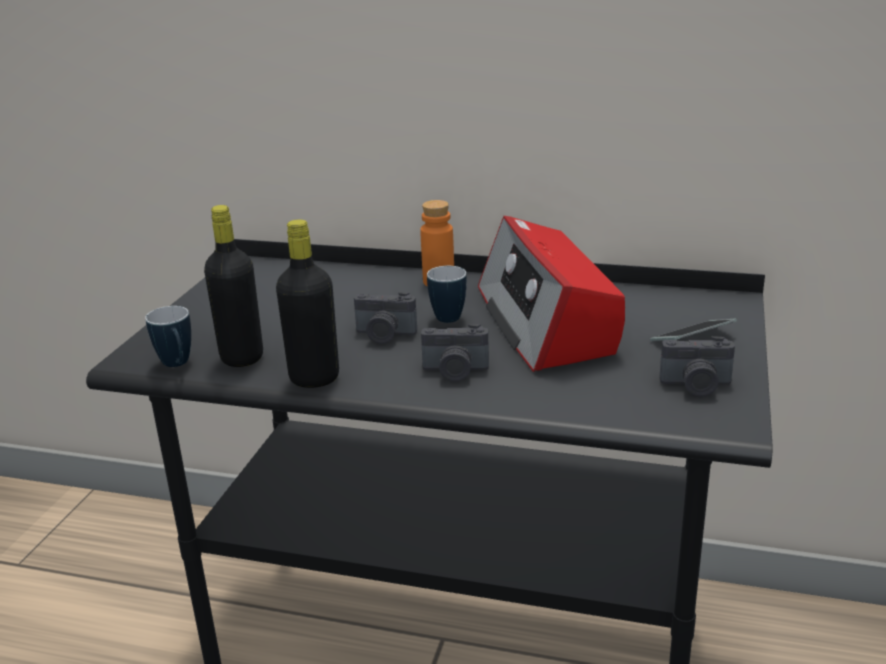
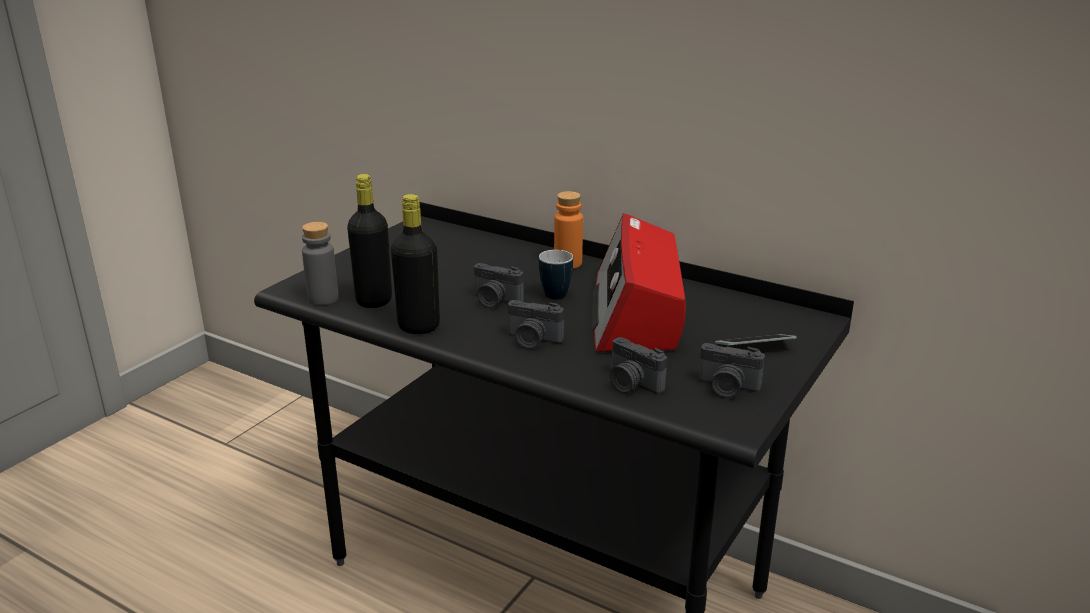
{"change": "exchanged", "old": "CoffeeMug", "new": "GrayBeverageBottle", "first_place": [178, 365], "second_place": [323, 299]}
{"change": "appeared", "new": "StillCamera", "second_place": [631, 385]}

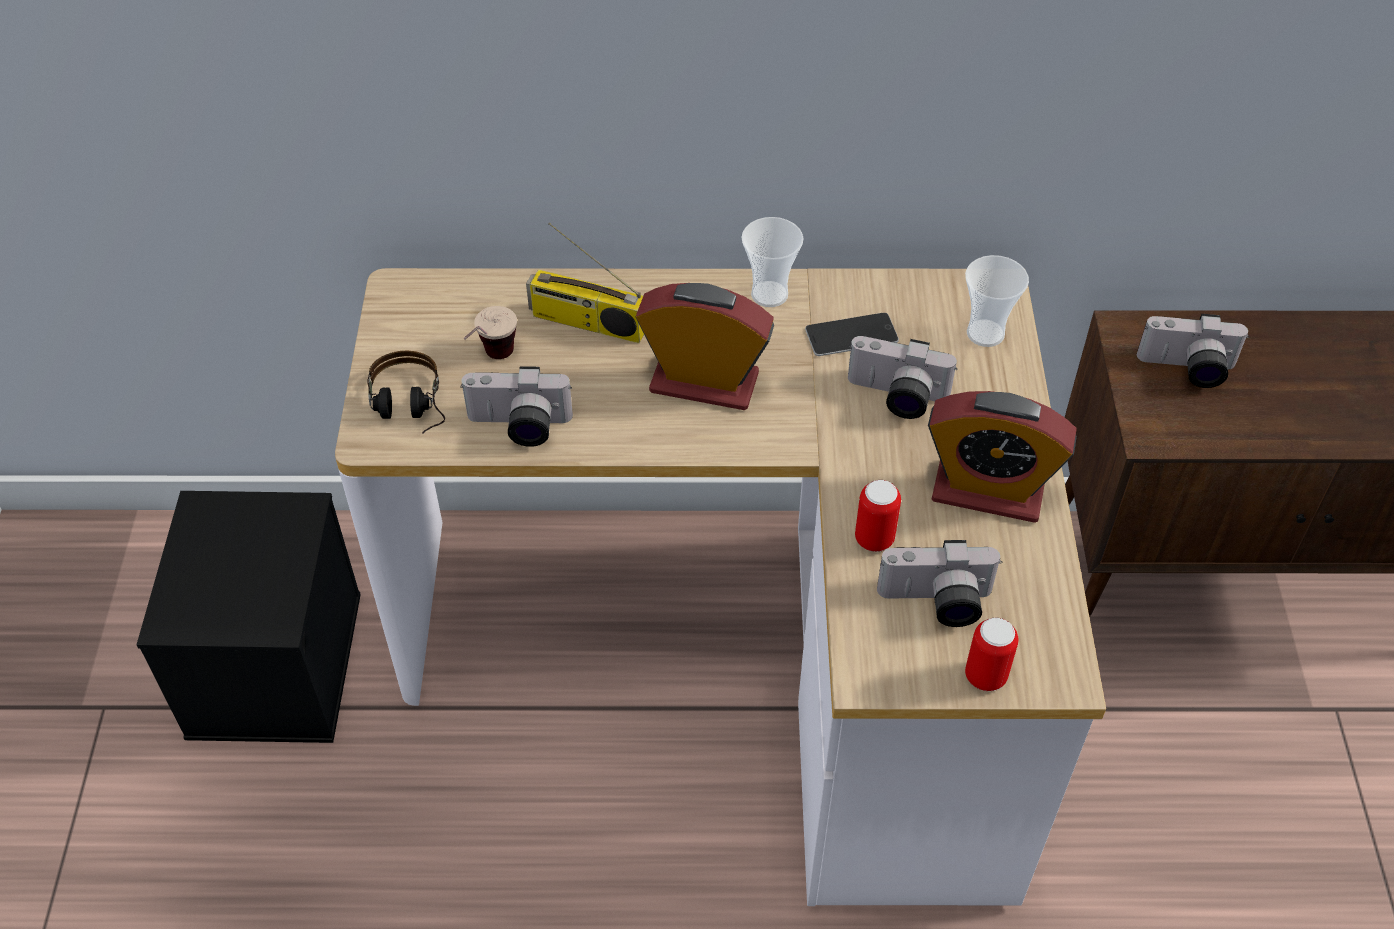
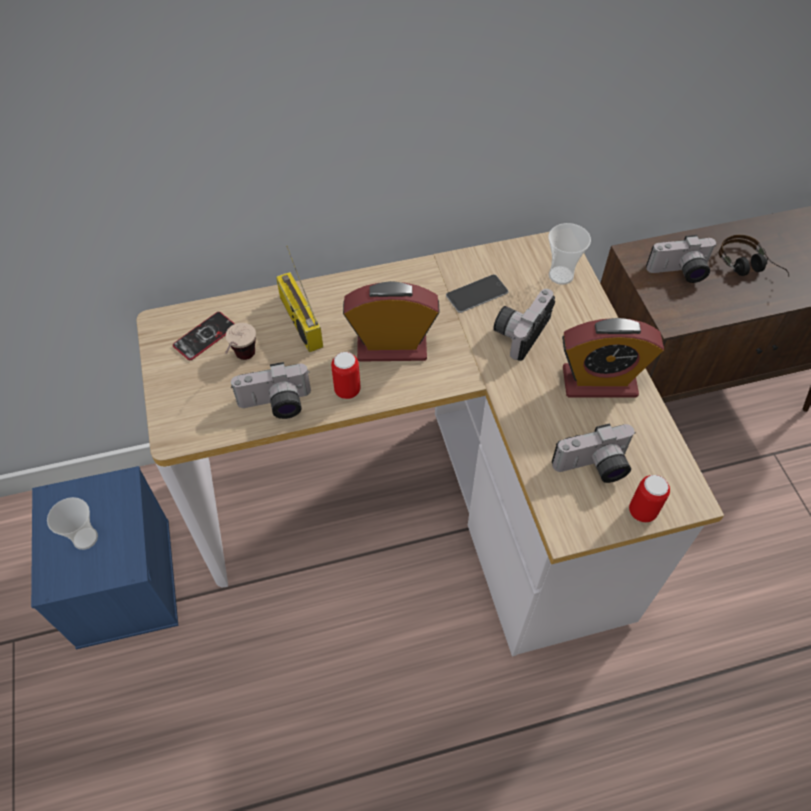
{"change": "relocated", "old": "DrinkingCup", "first_place": [769, 294], "second_place": [85, 538]}
{"change": "spun", "old": "RadioSet", "first_place": [586, 323], "second_place": [299, 321], "degrees": 60}
{"change": "spun", "old": "StillCamera", "first_place": [895, 397], "second_place": [519, 331], "degrees": 120}
{"change": "relocated", "old": "Headset", "first_place": [409, 411], "second_place": [749, 269]}
{"change": "relocated", "old": "MetalCan", "first_place": [874, 539], "second_place": [347, 390]}
{"change": "colour", "old": "BlackishStorageContainer", "new": "BlueStorageContainer", "first_place": [273, 662], "second_place": [122, 580]}
{"change": "appeared", "new": "Handset", "second_place": [205, 336]}

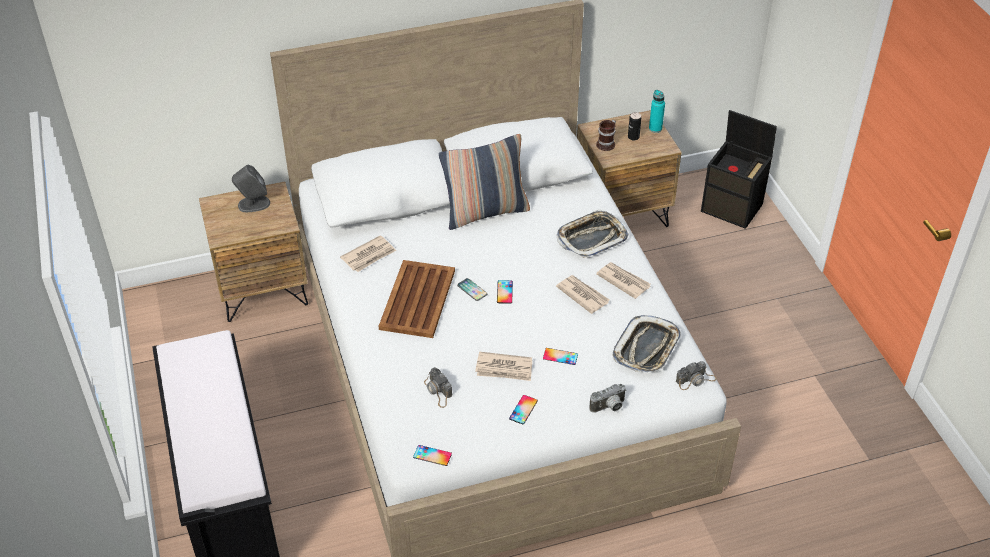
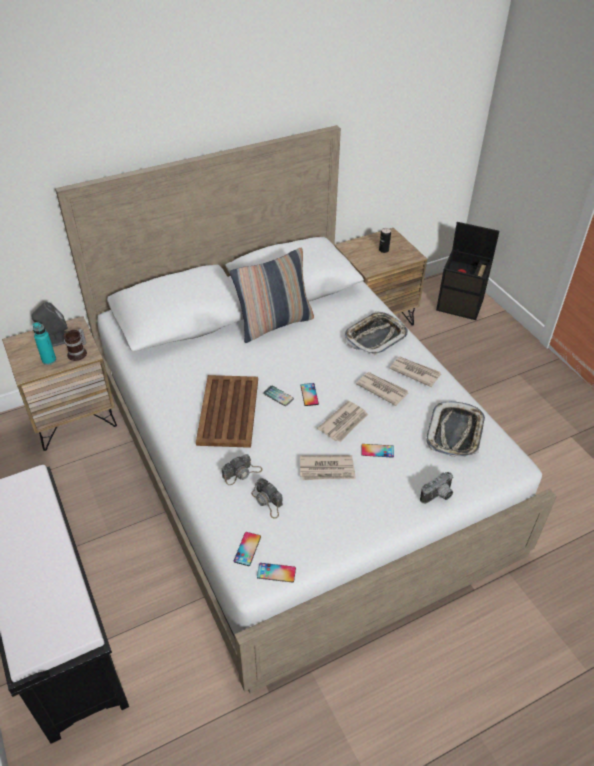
{"change": "relocated", "old": "BlueGreenBeverageBottle", "first_place": [655, 128], "second_place": [49, 360]}
{"change": "relocated", "old": "CoffeeMug", "first_place": [607, 144], "second_place": [79, 353]}
{"change": "relocated", "old": "DailyPaper", "first_place": [369, 256], "second_place": [344, 423]}
{"change": "relocated", "old": "StillCamera", "first_place": [695, 380], "second_place": [242, 473]}
{"change": "relocated", "old": "Handset", "first_place": [523, 409], "second_place": [247, 549]}

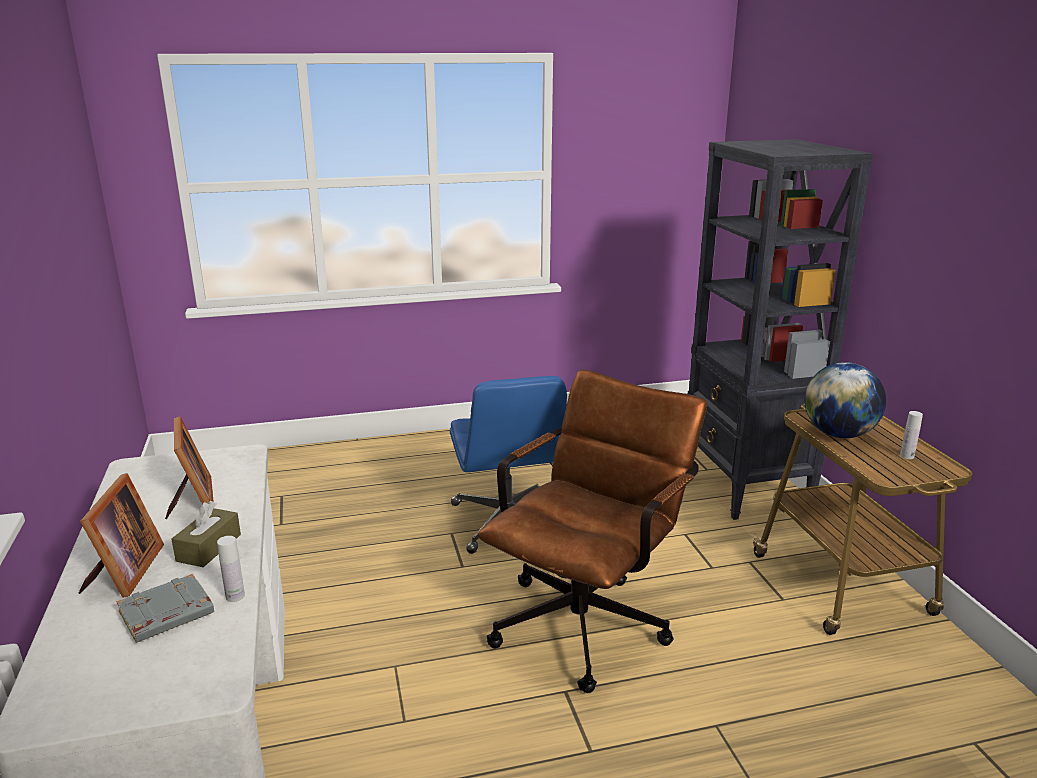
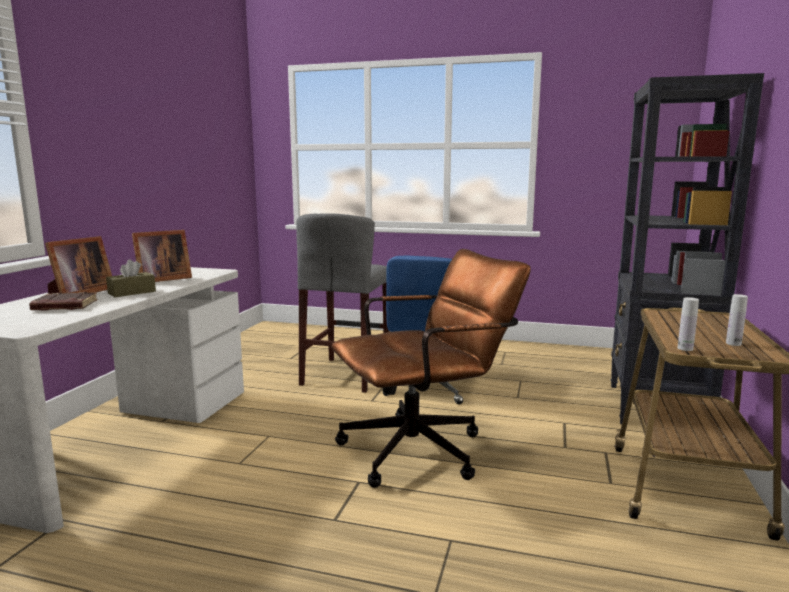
{"change": "missing", "old": "Globe", "first_place": [838, 434]}
{"change": "spun", "old": "PictureFrame", "first_place": [192, 500], "second_place": [161, 279], "degrees": 45}
{"change": "relocated", "old": "WhitishBeverageBottle", "first_place": [235, 596], "second_place": [685, 348]}
{"change": "colour", "old": "GrayBoundBook", "new": "BrownBoundBook", "first_place": [166, 615], "second_place": [64, 306]}
{"change": "appeared", "new": "GraySittingStool", "second_place": [347, 374]}

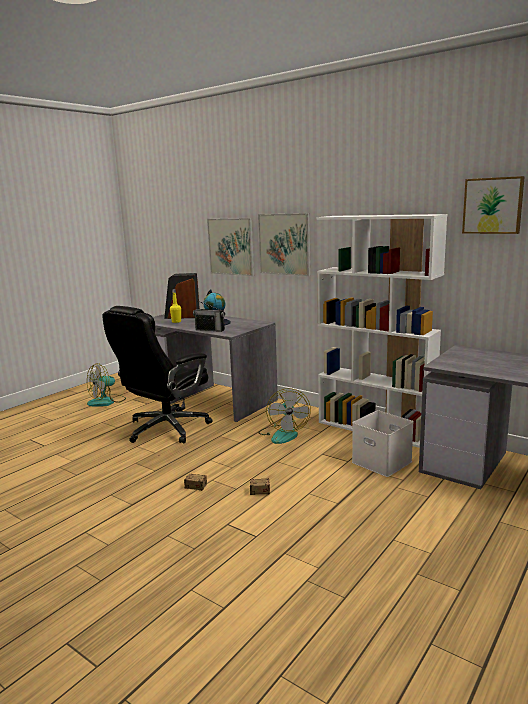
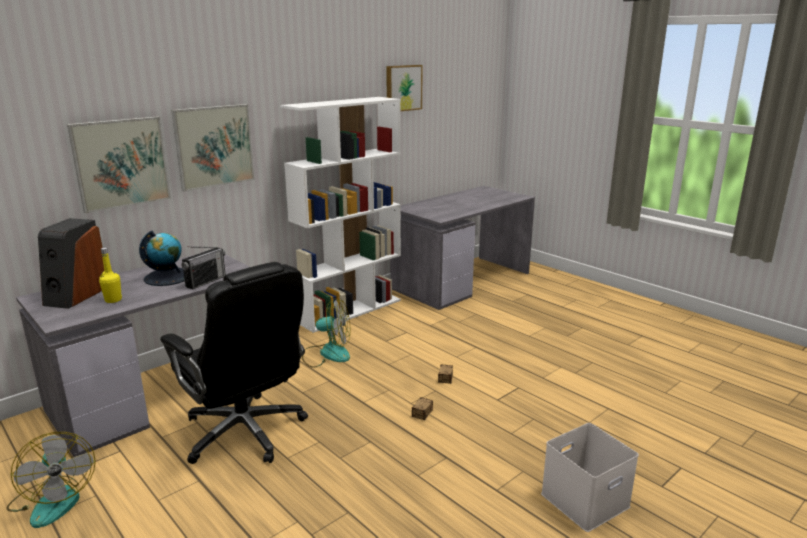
{"change": "relocated", "old": "WhitishStorageContainer", "first_place": [380, 462], "second_place": [585, 501]}

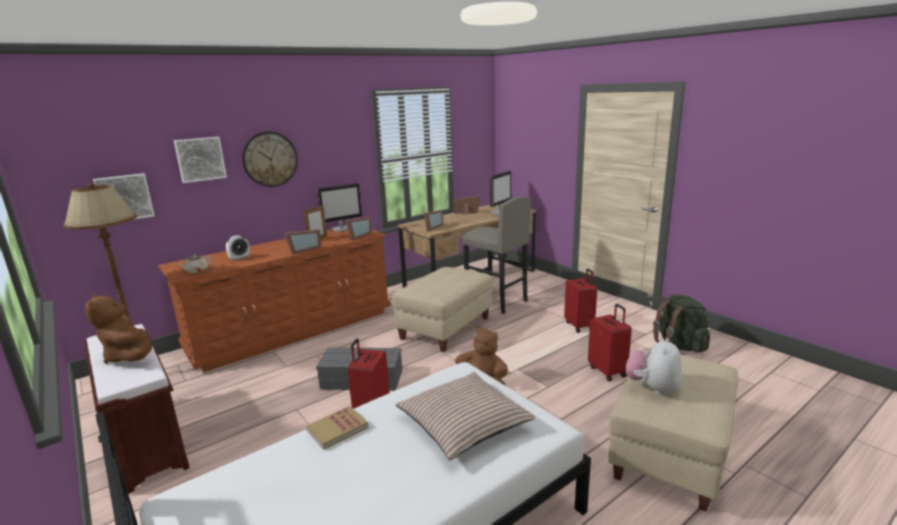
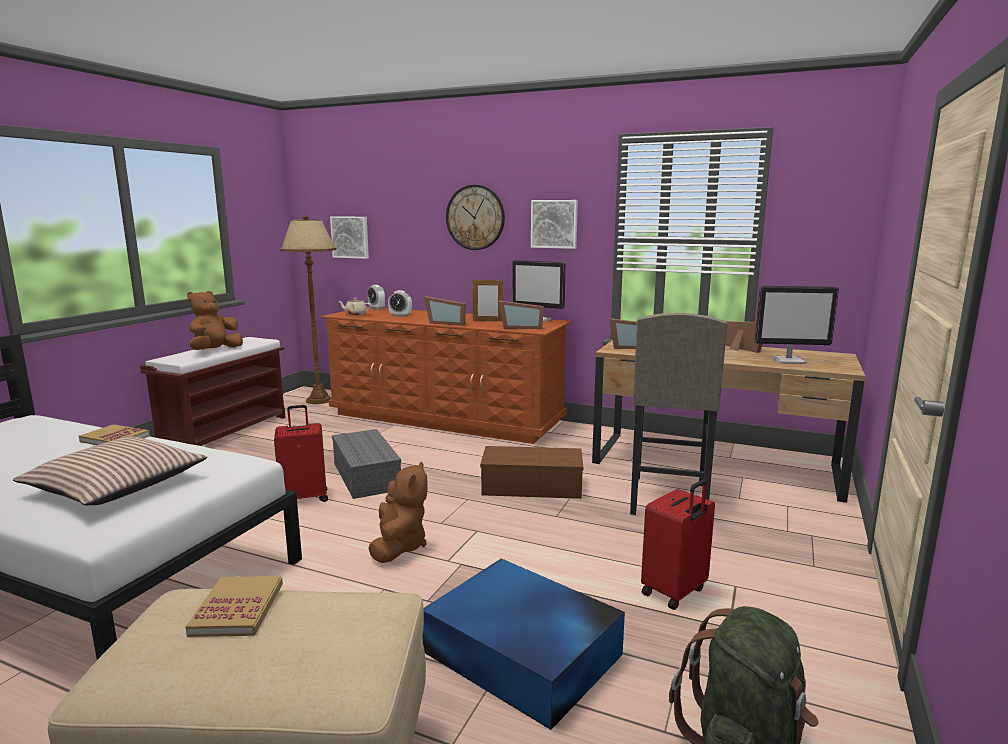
{"change": "relocated", "old": "Picture", "first_place": [200, 159], "second_place": [554, 224]}
{"change": "exchanged", "old": "BeigeColouredFootrest", "new": "BrownStorageContainer", "first_place": [444, 328], "second_place": [533, 486]}
{"change": "exchanged", "old": "ReddishPieceOfLuggage", "new": "BlueStorageContainer", "first_place": [608, 371], "second_place": [523, 655]}
{"change": "exchanged", "old": "CuddlyToy", "new": "BoundBook", "first_place": [652, 388], "second_place": [237, 609]}
{"change": "appeared", "new": "AlarmClock", "second_place": [376, 308]}

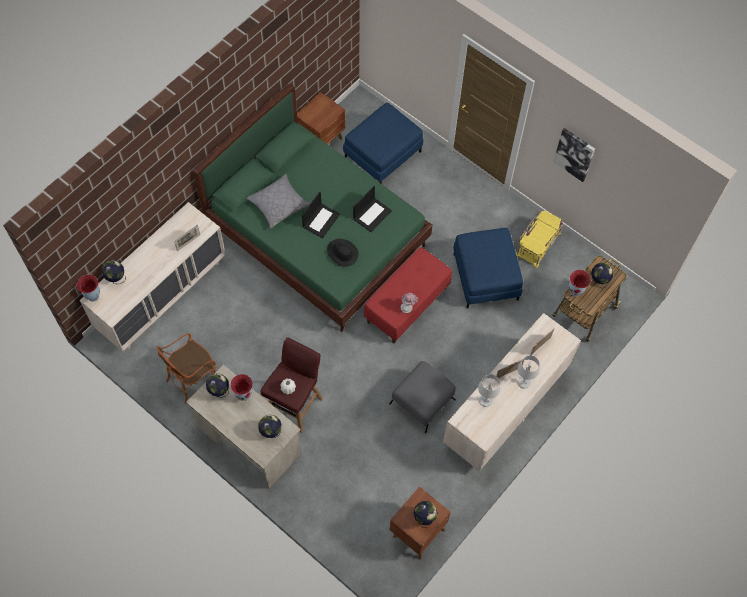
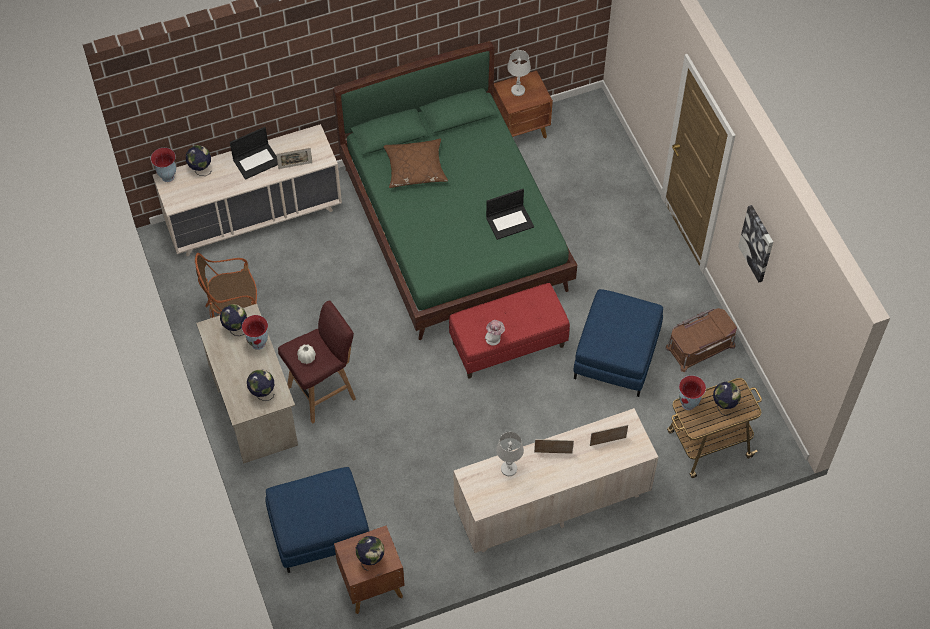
{"change": "relocated", "old": "BlueFootrest", "first_place": [383, 154], "second_place": [320, 529]}
{"change": "colour", "old": "GrayCushion", "new": "BrownCushion", "first_place": [278, 204], "second_place": [415, 168]}
{"change": "relocated", "old": "PortableComputer", "first_place": [321, 220], "second_place": [257, 161]}
{"change": "colour", "old": "YellowColouredStorageContainer", "new": "BrownStorageContainer", "first_place": [537, 243], "second_place": [700, 346]}
{"change": "missing", "old": "BlackishClothingHat", "first_place": [342, 253]}
{"change": "relocated", "old": "WhitishTabletopLamp", "first_place": [524, 382], "second_place": [518, 90]}
{"change": "missing", "old": "GrayFootrest", "first_place": [422, 401]}

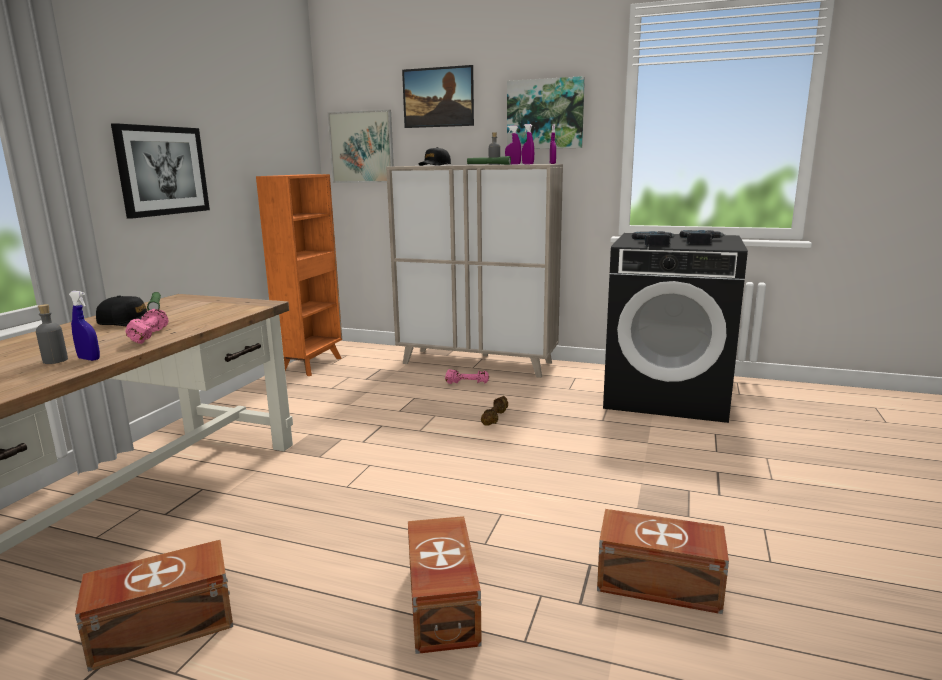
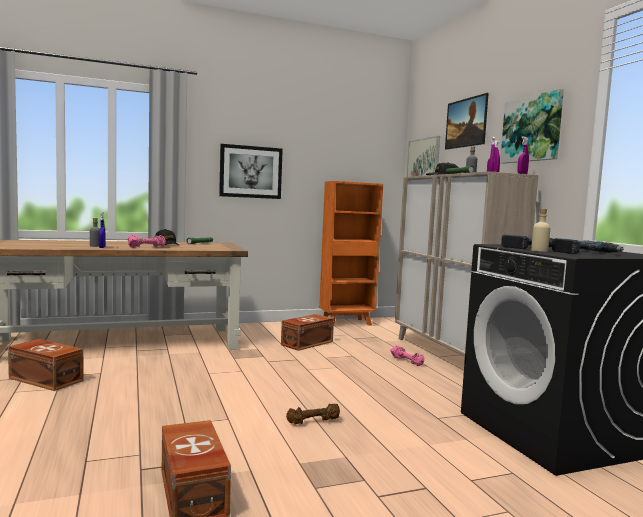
{"change": "relocated", "old": "BrownFreeWeight", "first_place": [495, 418], "second_place": [313, 422]}
{"change": "relocated", "old": "BrownStorageContainer", "first_place": [441, 606], "second_place": [306, 343]}
{"change": "appeared", "new": "BeigeColouredBeverageBottle", "second_place": [539, 251]}

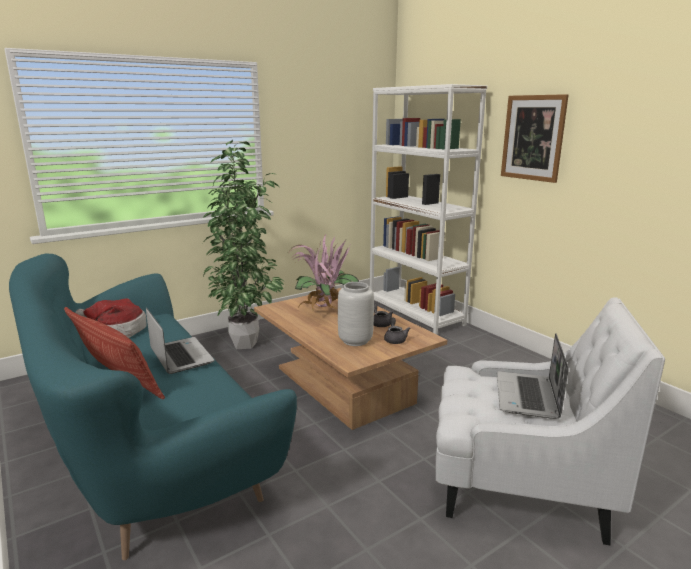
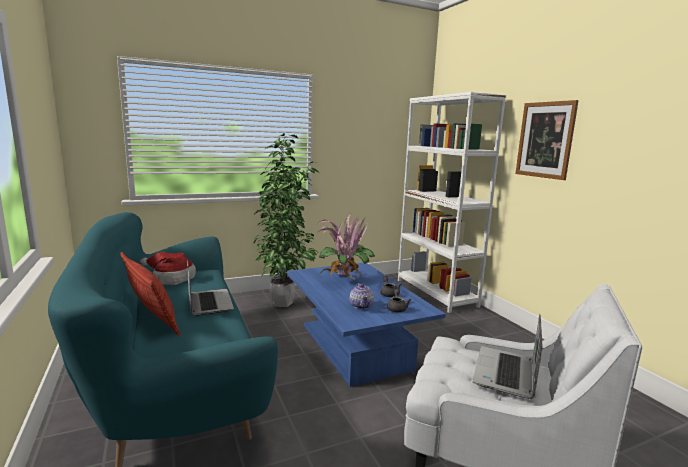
{"change": "exchanged", "old": "GrayVase", "new": "Teapot", "first_place": [355, 340], "second_place": [361, 305]}
{"change": "colour", "old": "BrownLoungeTable", "new": "BlueLoungeTable", "first_place": [343, 385], "second_place": [354, 346]}

